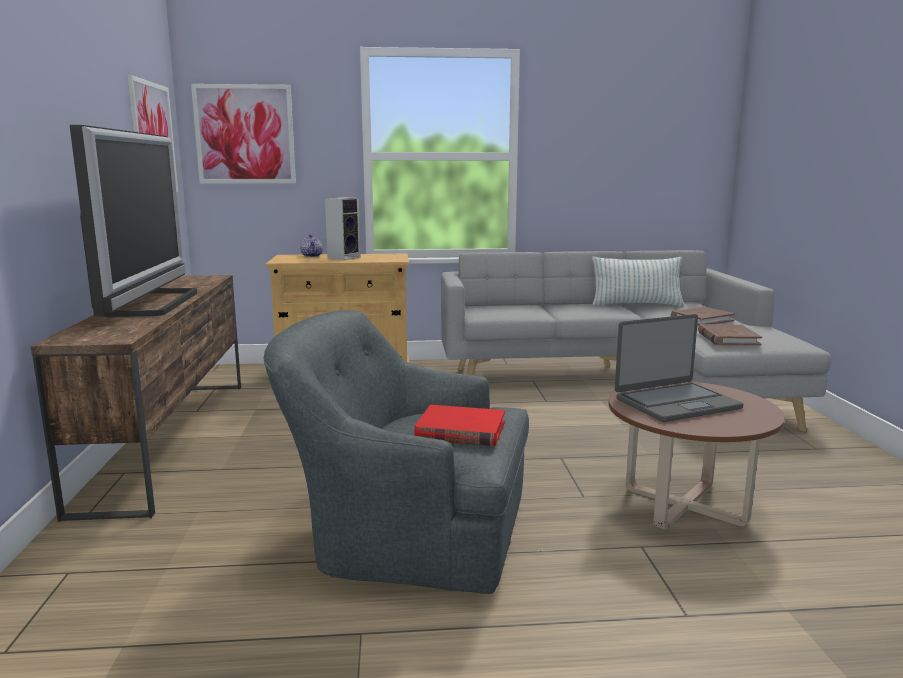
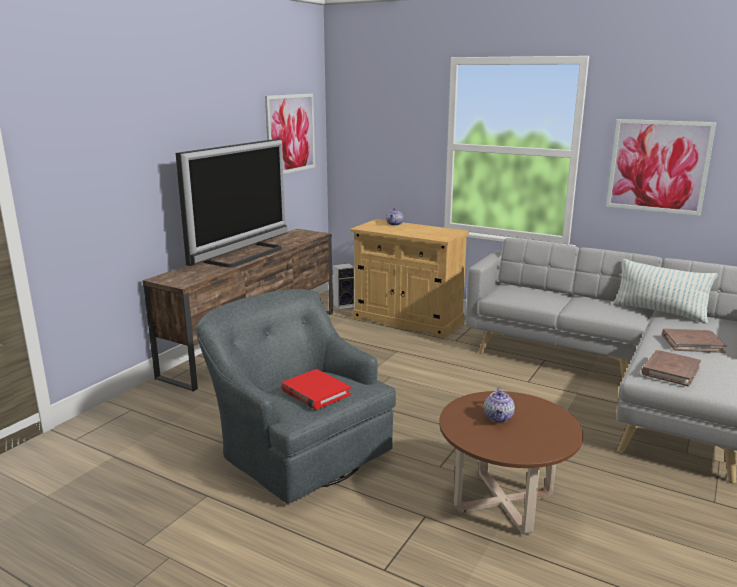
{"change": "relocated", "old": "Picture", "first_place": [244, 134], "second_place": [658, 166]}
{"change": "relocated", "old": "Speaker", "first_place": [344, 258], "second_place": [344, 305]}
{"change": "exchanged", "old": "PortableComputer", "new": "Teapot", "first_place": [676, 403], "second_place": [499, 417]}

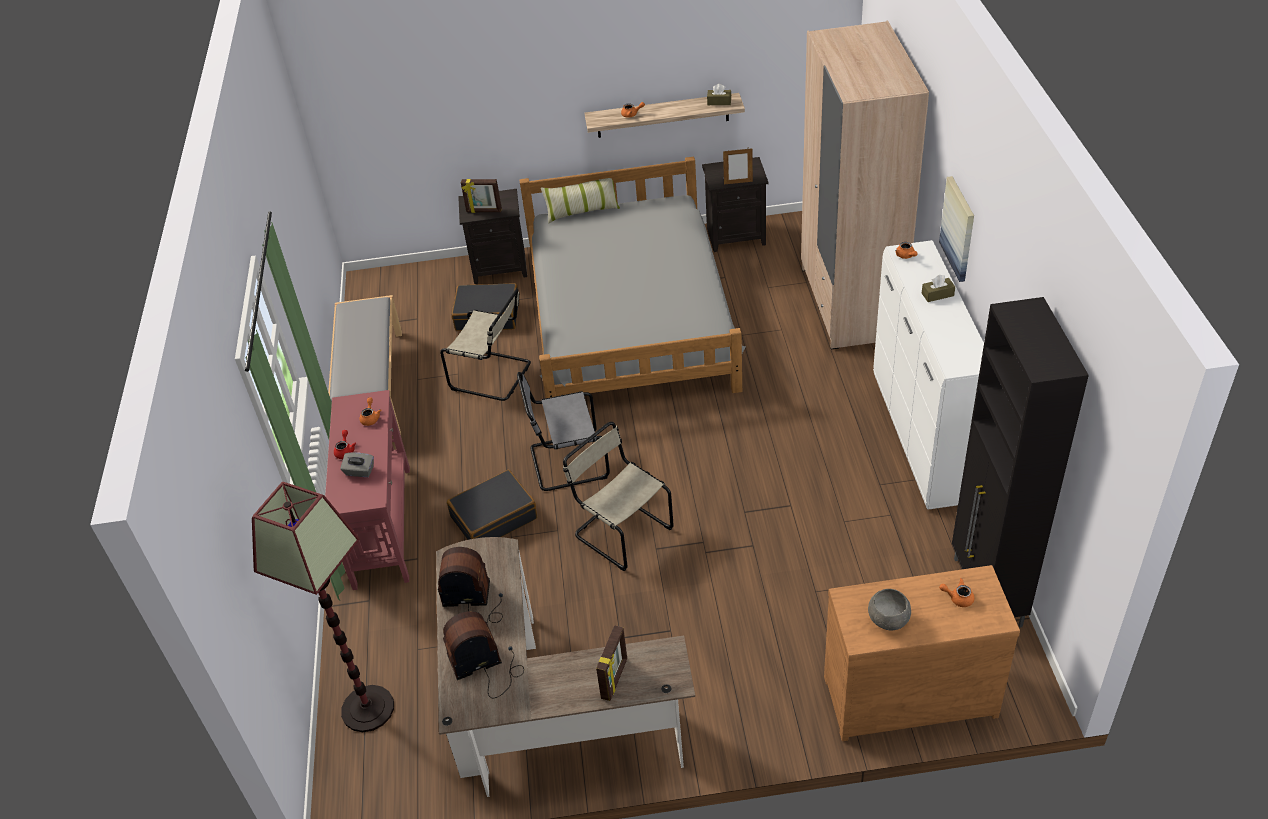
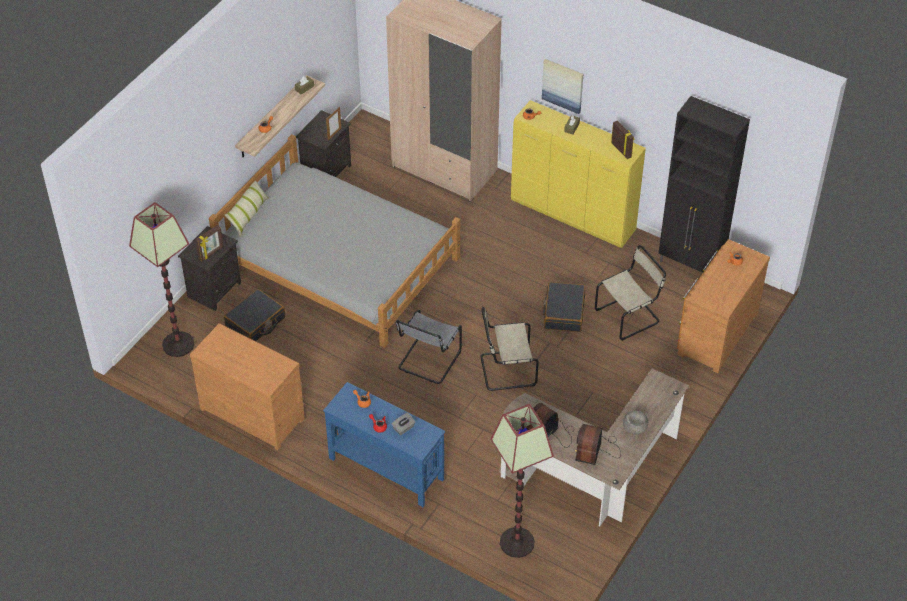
{"change": "colour", "old": "WhitishChestOfDrawers", "new": "YellowColouredChestOfDrawers", "first_place": [920, 438], "second_place": [573, 216]}
{"change": "relocated", "old": "BeigeColouredPlainChair", "first_place": [494, 376], "second_place": [629, 316]}
{"change": "exchanged", "old": "GrayLongSeat", "new": "BrownChestOfDrawers", "first_place": [371, 385], "second_place": [253, 411]}
{"change": "colour", "old": "ReddishHallTable", "new": "BlueHallTable", "first_place": [383, 525], "second_place": [386, 468]}
{"change": "relocated", "old": "BlackishPieceOfLuggage", "first_place": [494, 517], "second_place": [563, 312]}
{"change": "relocated", "old": "GrayBowl", "first_place": [888, 619], "second_place": [635, 428]}
{"change": "relocated", "old": "PictureFrame", "first_place": [615, 679], "second_place": [621, 150]}
{"change": "appeared", "new": "StandardLamp", "second_place": [178, 344]}

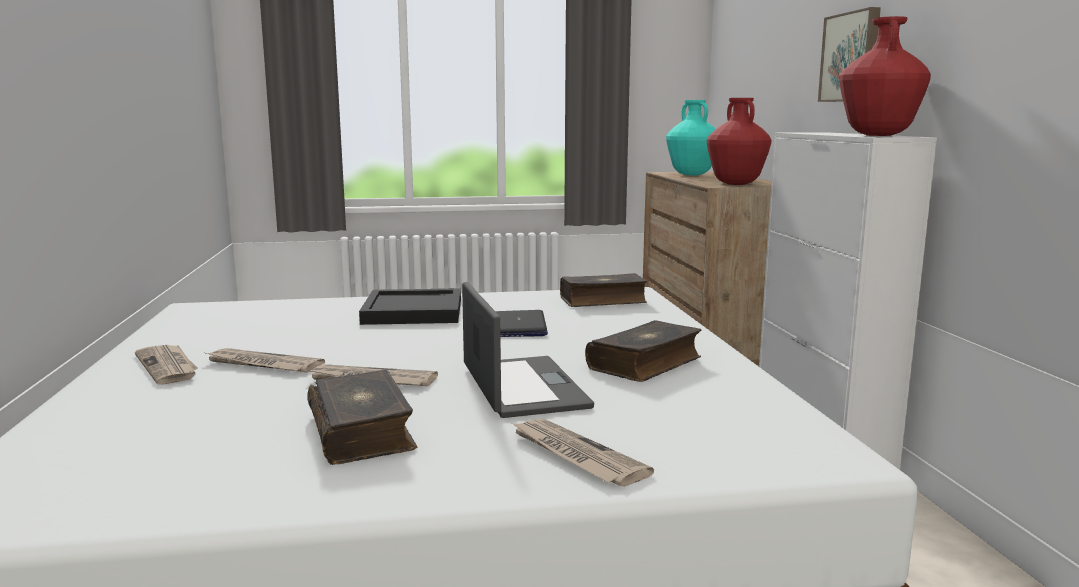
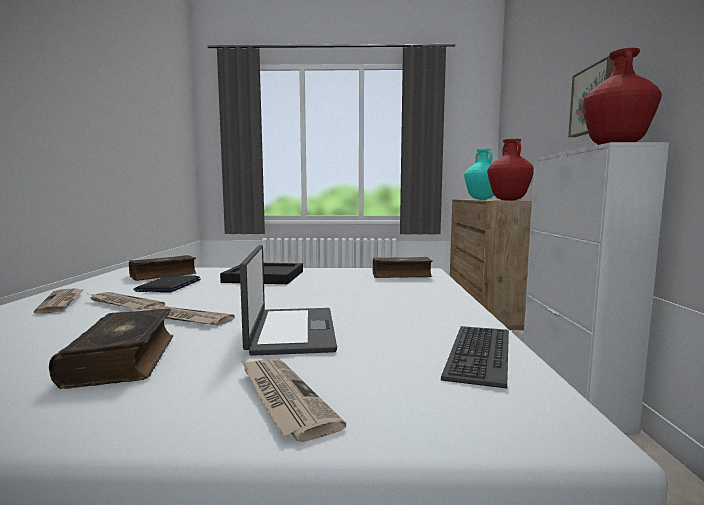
{"change": "relocated", "old": "PortableComputer", "first_place": [518, 326], "second_place": [169, 286]}
{"change": "relocated", "old": "BoundBook", "first_place": [646, 364], "second_place": [163, 275]}
{"change": "appeared", "new": "Keyboard", "second_place": [477, 353]}

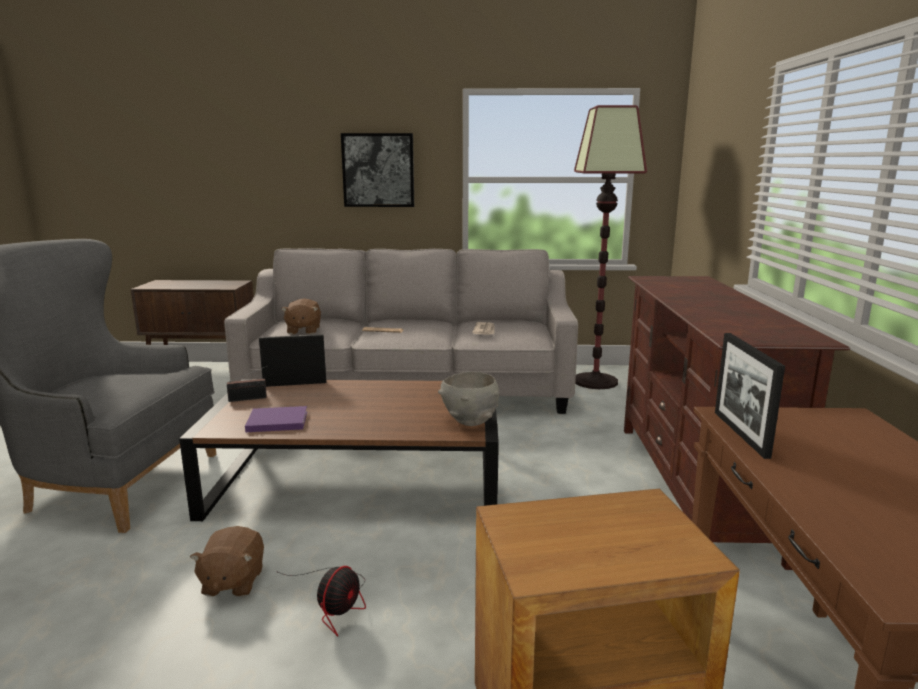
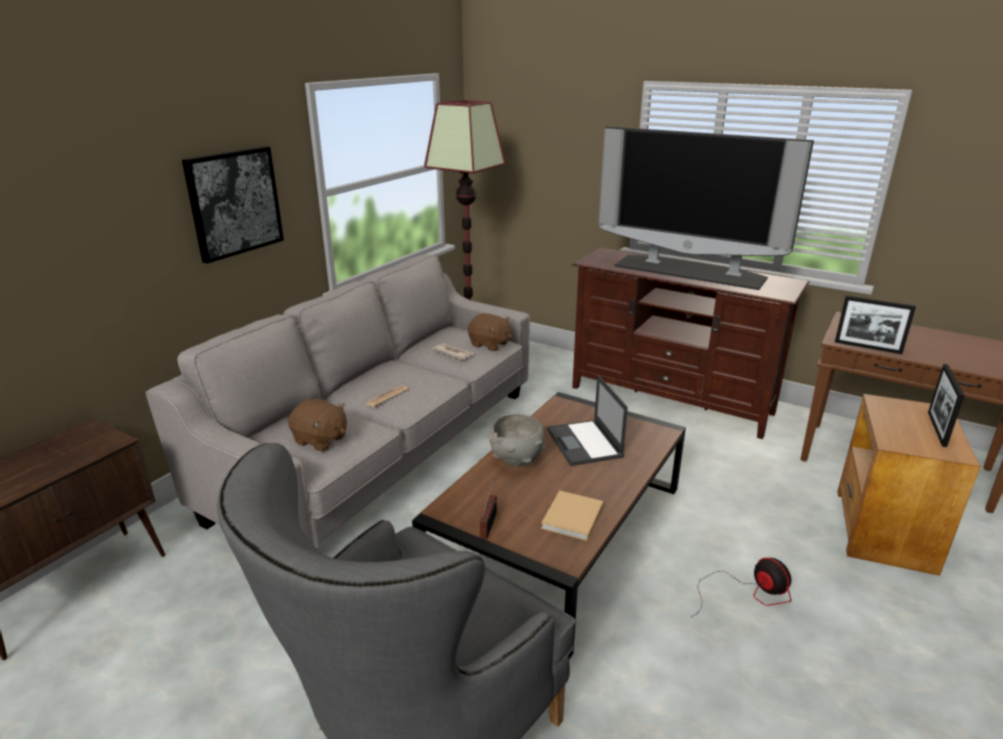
{"change": "relocated", "old": "PictureFrame", "first_place": [295, 384], "second_place": [936, 429]}
{"change": "relocated", "old": "GrayBowl", "first_place": [470, 421], "second_place": [516, 461]}
{"change": "colour", "old": "PurplishBoundBook", "new": "BeigeColouredBoundBook", "first_place": [275, 421], "second_place": [572, 518]}
{"change": "relocated", "old": "BrownCuddlyToy", "first_place": [232, 582], "second_place": [490, 344]}
{"change": "appeared", "new": "Television", "second_place": [690, 271]}
{"change": "appeared", "new": "PortableComputer", "second_place": [584, 443]}

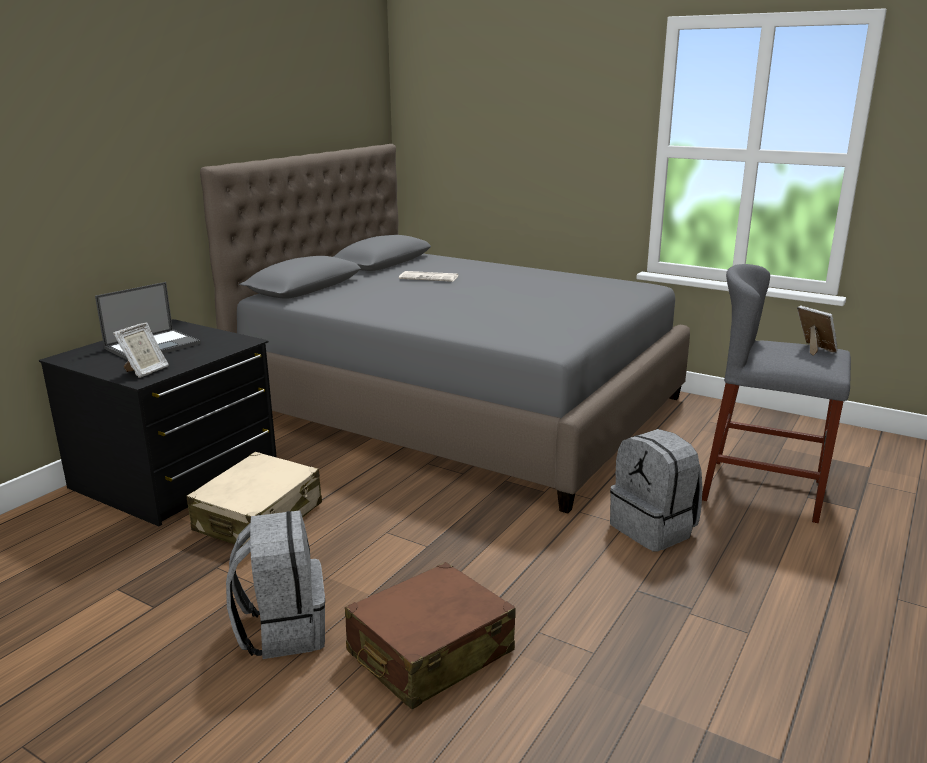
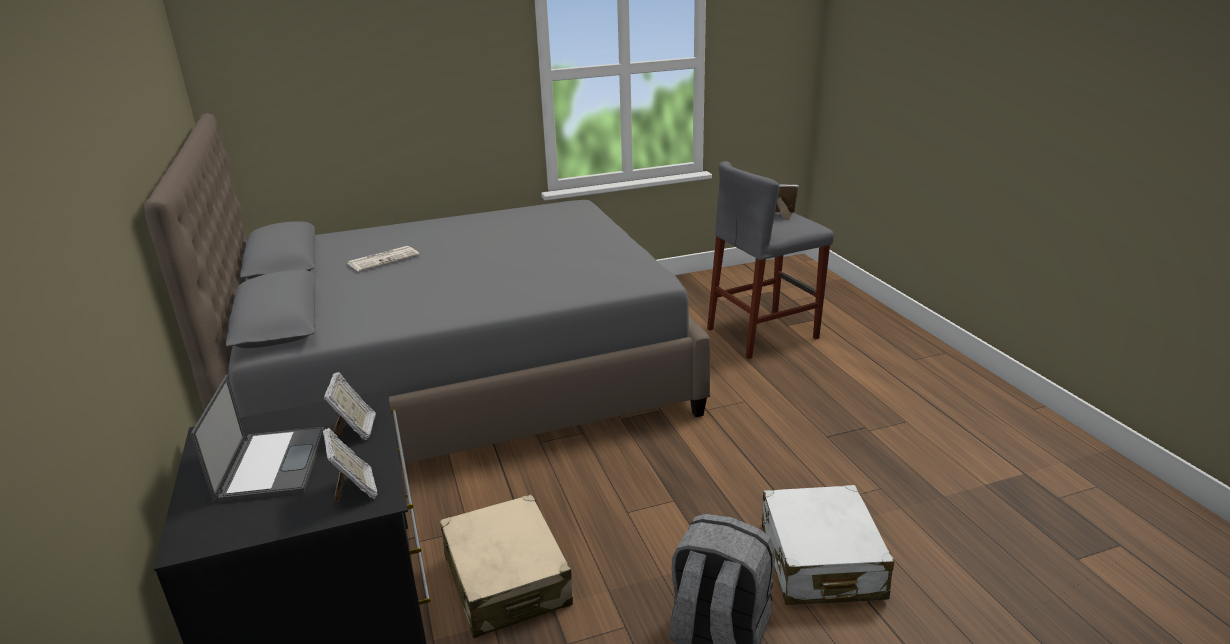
{"change": "missing", "old": "GrayRucksack", "first_place": [654, 529]}
{"change": "colour", "old": "BrownPieceOfLuggage", "new": "WhitishPieceOfLuggage", "first_place": [429, 652], "second_place": [820, 562]}
{"change": "appeared", "new": "PictureFrame", "second_place": [355, 430]}

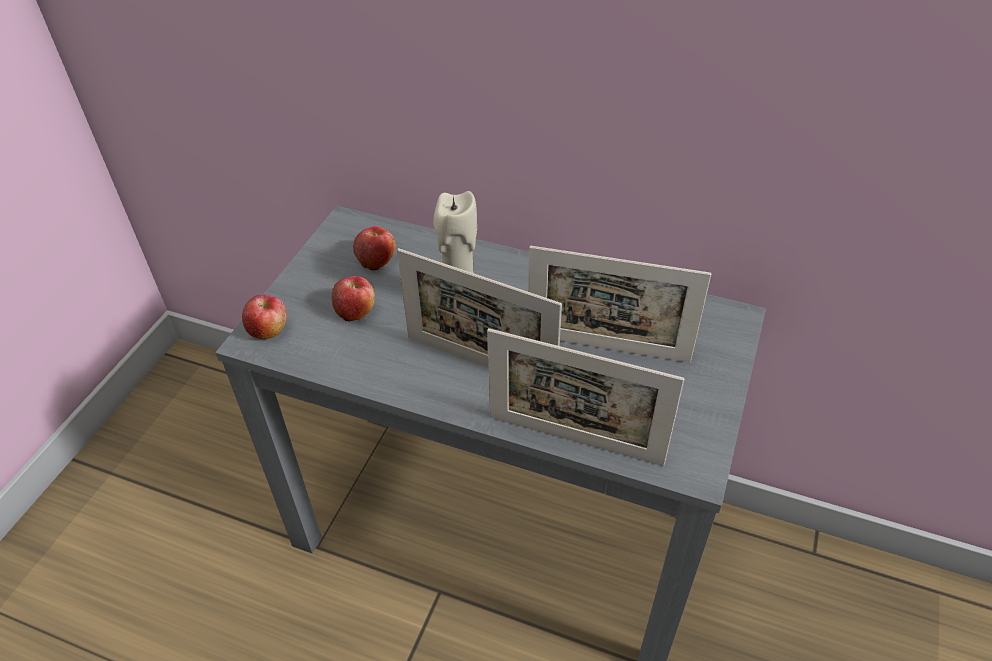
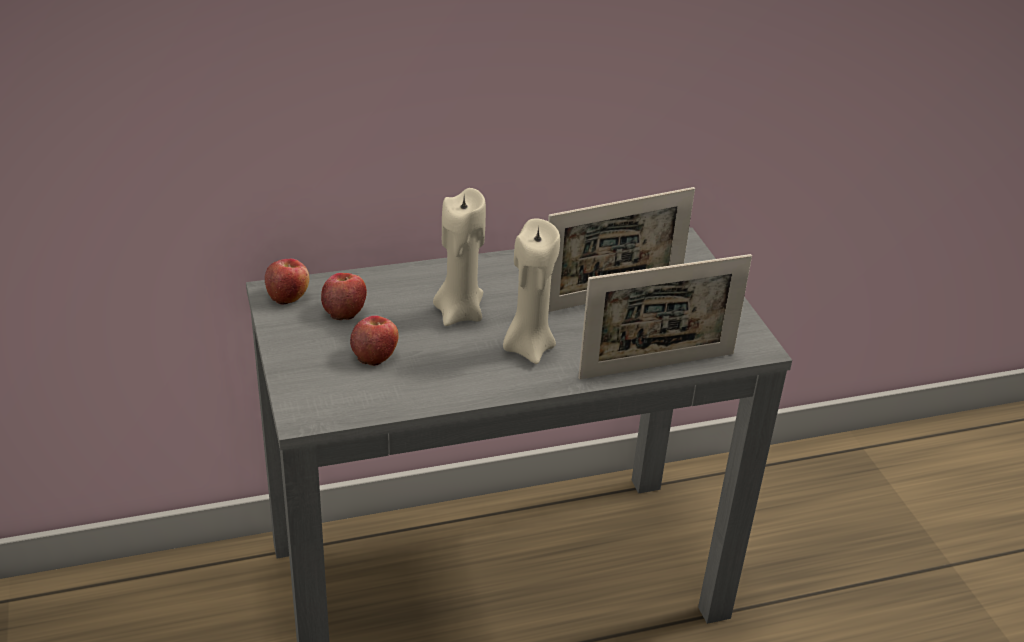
{"change": "exchanged", "old": "PictureFrame", "new": "BeigeColouredWaxCandle", "first_place": [480, 363], "second_place": [528, 347]}
{"change": "relocated", "old": "WholeApple", "first_place": [268, 330], "second_place": [288, 295]}

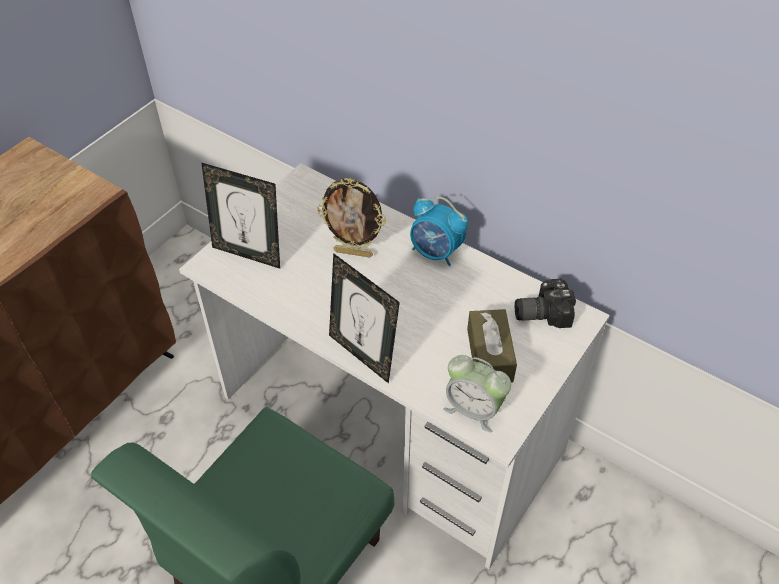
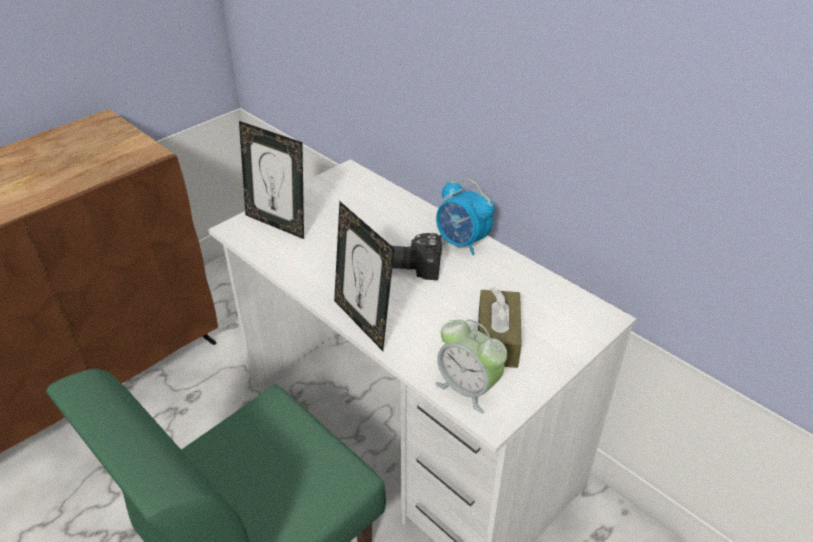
{"change": "missing", "old": "PictureFrame", "first_place": [353, 252]}
{"change": "relocated", "old": "StillCamera", "first_place": [541, 312], "second_place": [413, 265]}

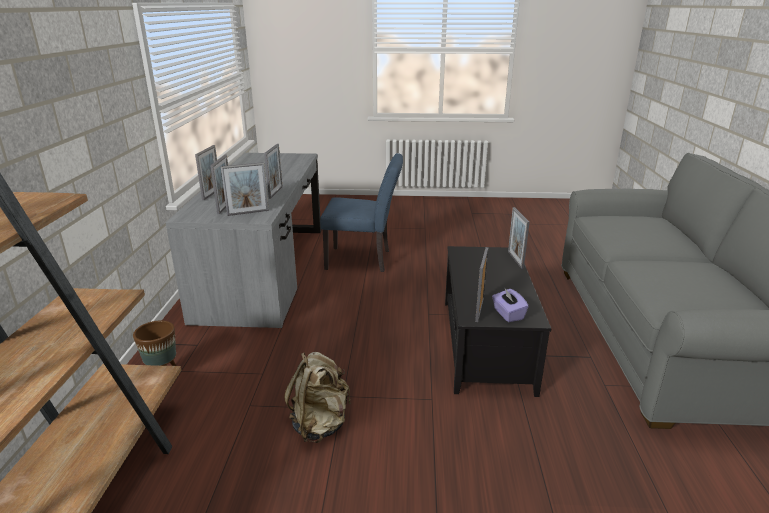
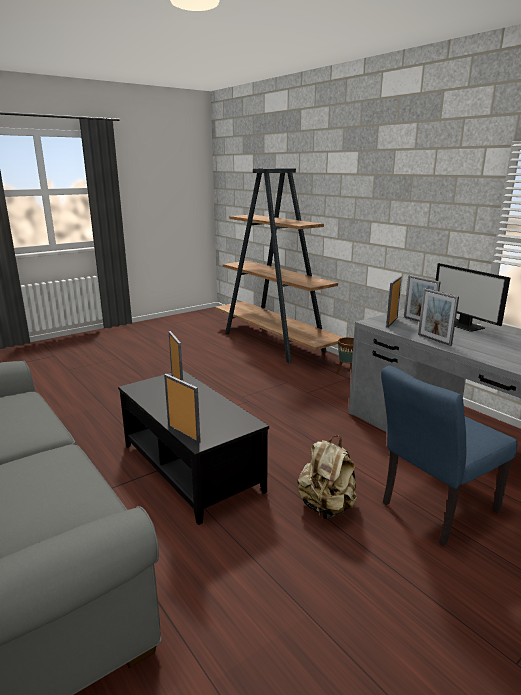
{"change": "exchanged", "old": "PictureFrame", "new": "Monitor", "first_place": [211, 194], "second_place": [464, 325]}
{"change": "missing", "old": "PurplishBoxOfTissues", "first_place": [508, 314]}
{"change": "relocated", "old": "BeigeColouredRucksack", "first_place": [320, 424], "second_place": [327, 507]}

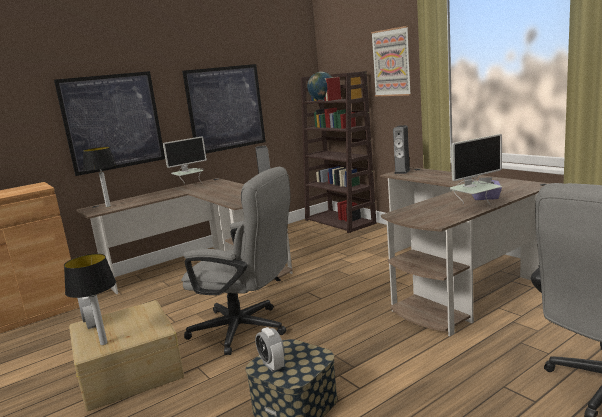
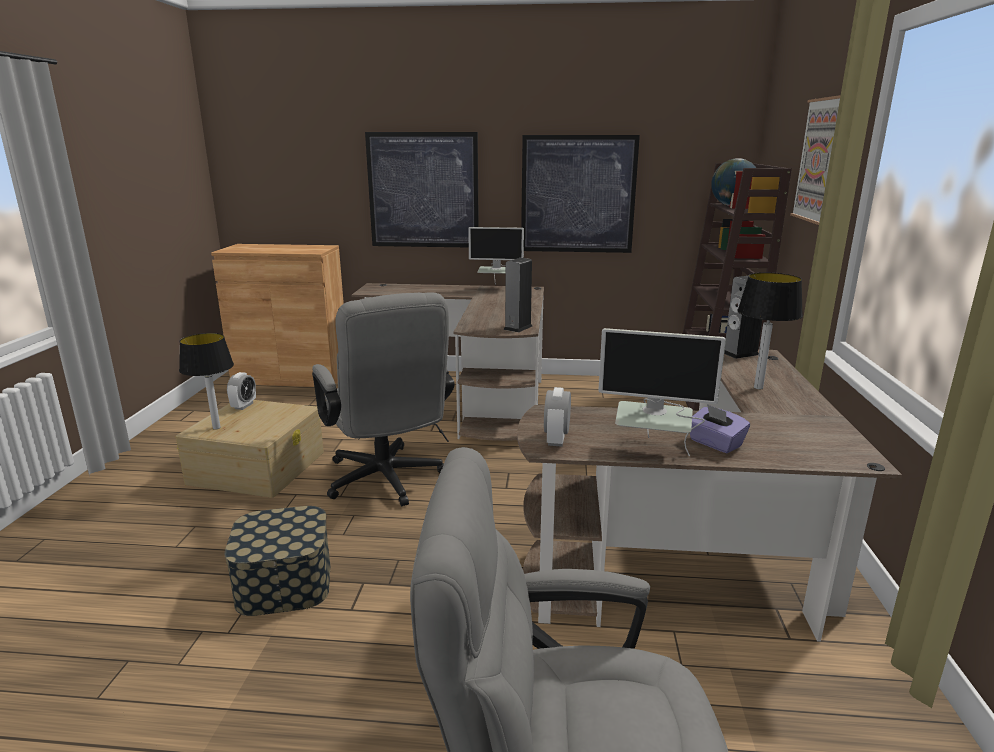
{"change": "relocated", "old": "TabletopLamp", "first_place": [108, 206], "second_place": [759, 388]}
{"change": "relocated", "old": "AlarmClock", "first_place": [272, 365], "second_place": [556, 439]}

